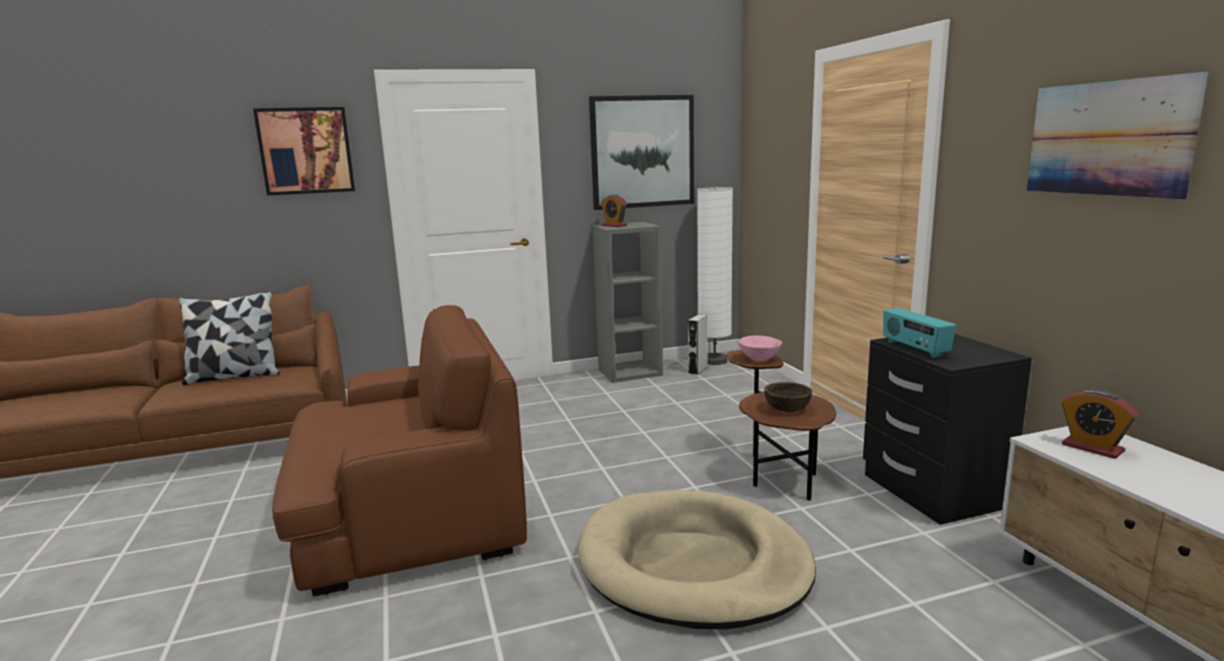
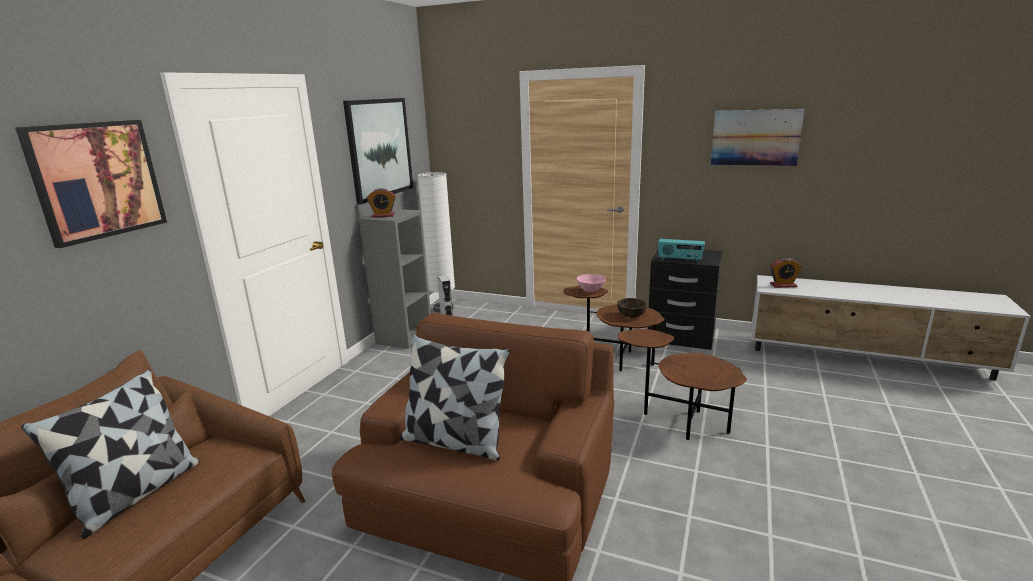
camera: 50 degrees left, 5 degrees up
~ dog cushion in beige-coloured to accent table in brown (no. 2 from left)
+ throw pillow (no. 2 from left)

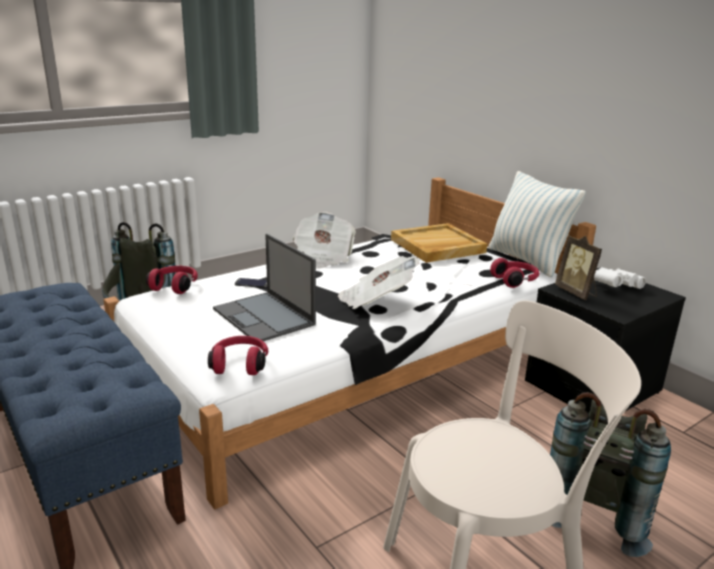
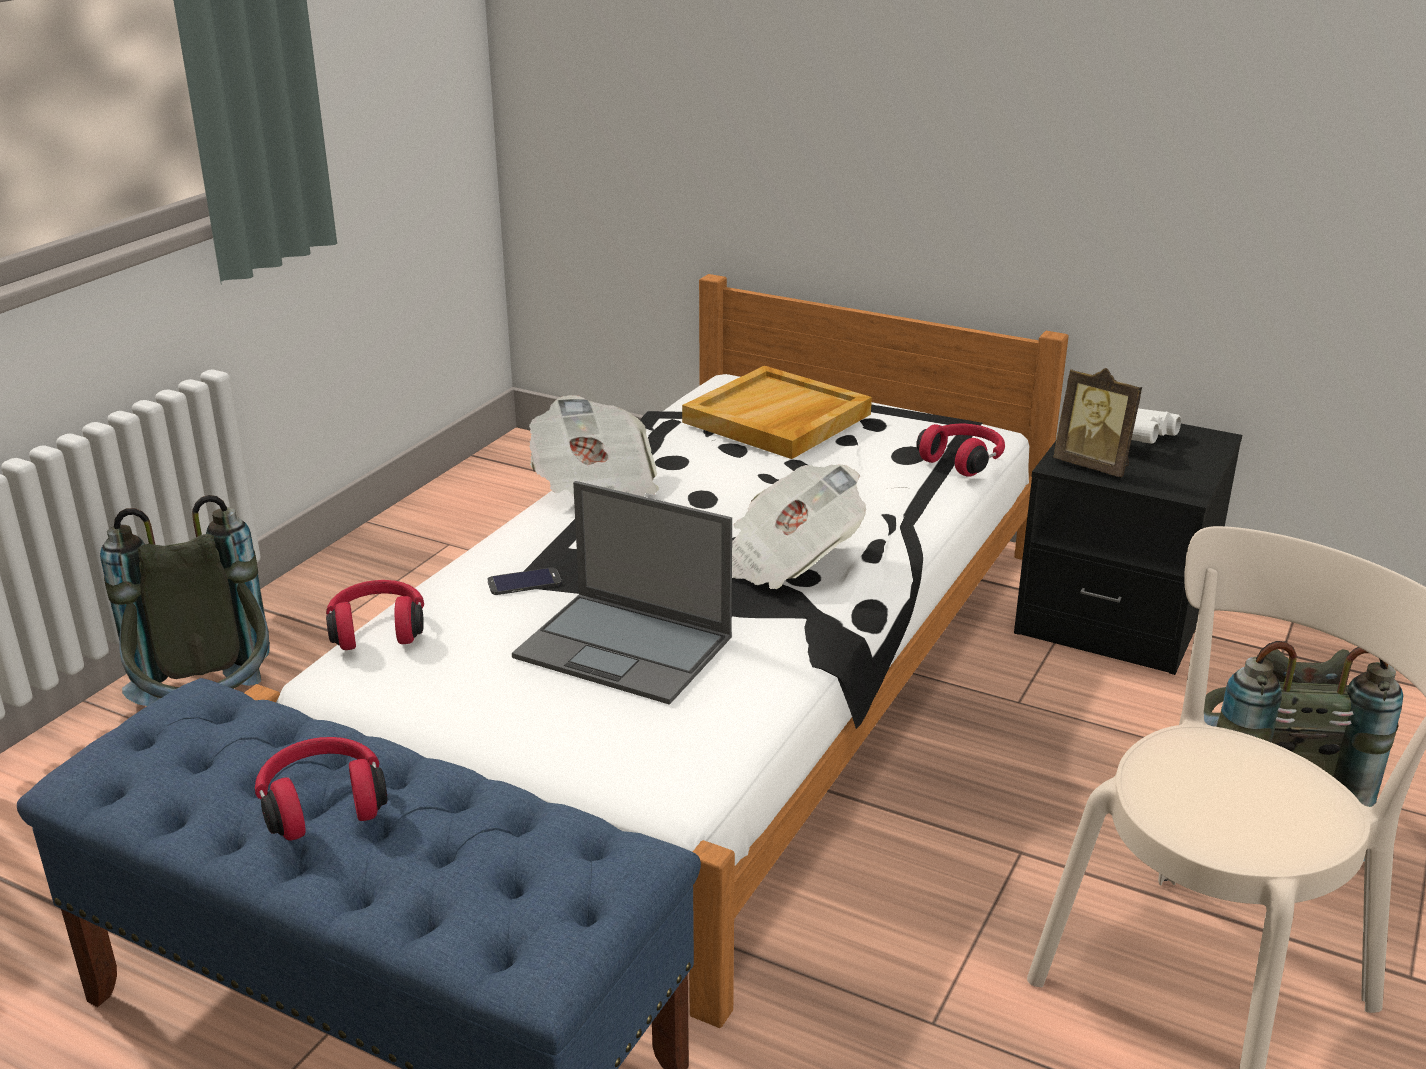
camera: 25 degrees left, 5 degrees up
- throw pillow
~ pair of headphones in reddish (no. 2 from left in the first image) to pair of headphones in reddish (no. 1 from left)

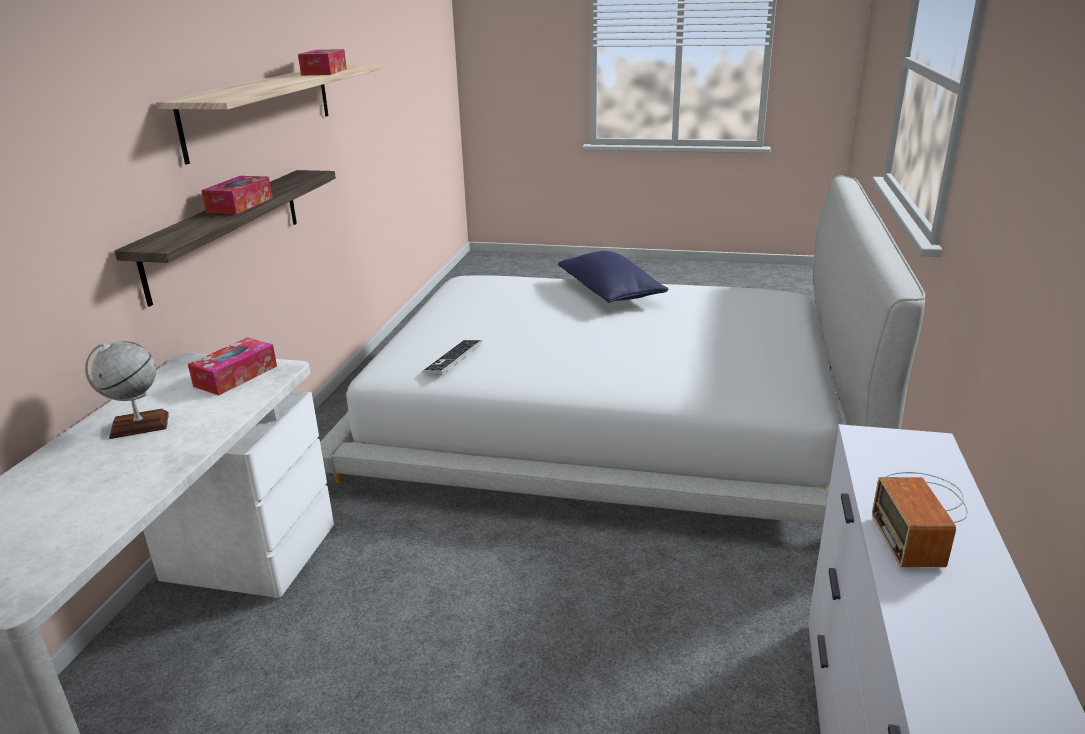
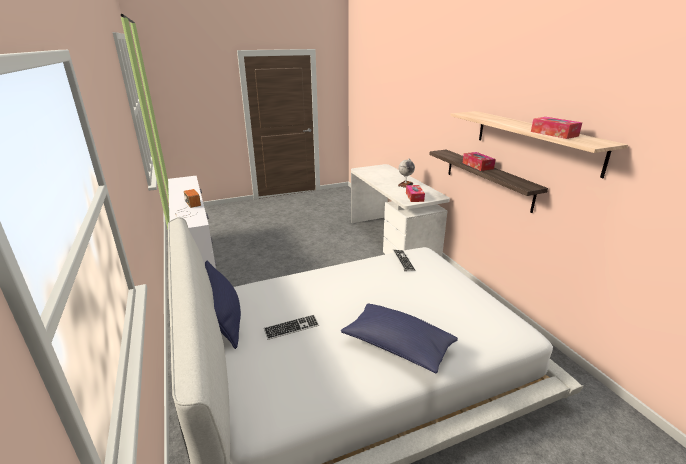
camera: 145 degrees right, 0 degrees up
+ throw pillow in bluish (no. 1 from left)
+ keyboard (no. 1 from left)

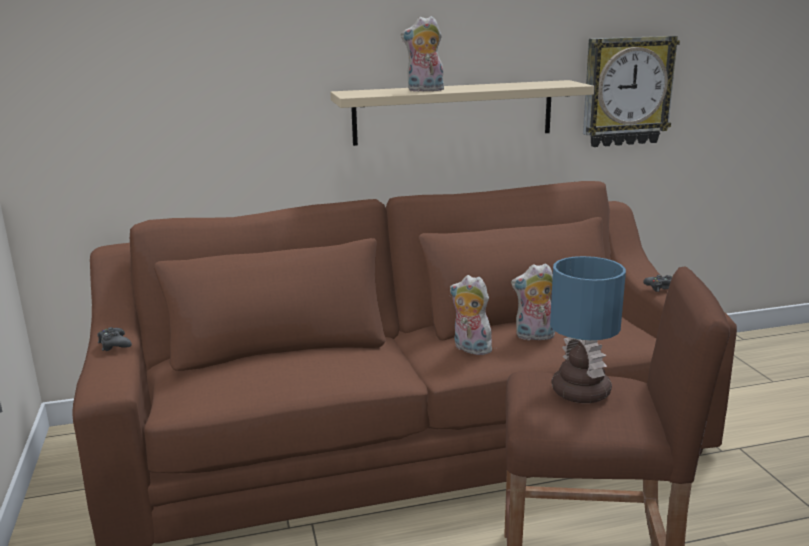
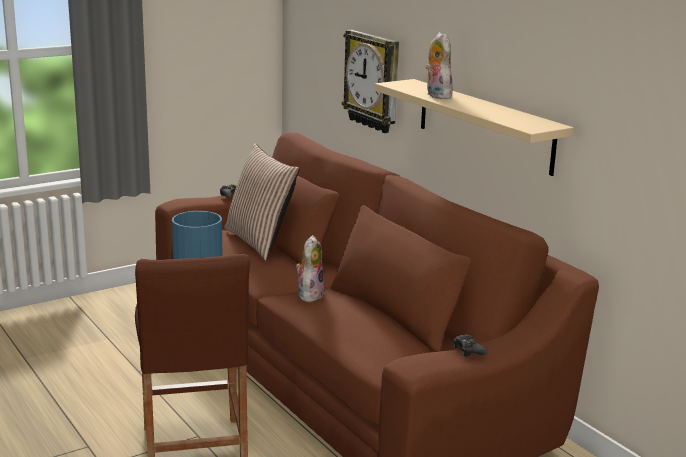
camera: 70 degrees right, 0 degrees up
~ clock on the wall
- plush toy (no. 3 from left)
+ throw pillow

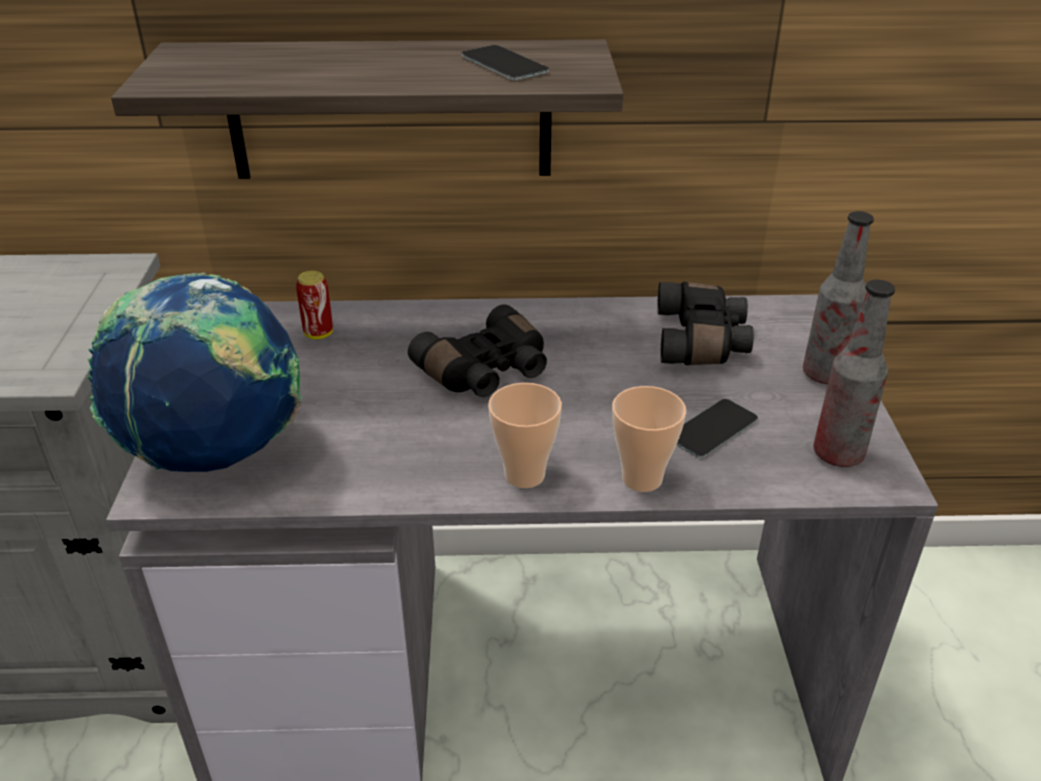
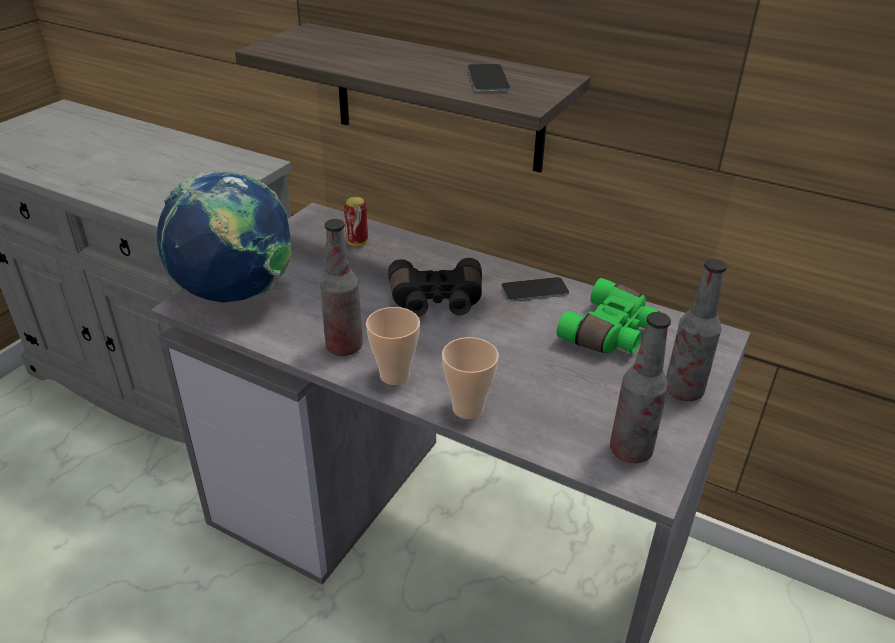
camera: 30 degrees right, 0 degrees up
~ field glasses in black (no. 2 from left) to field glasses in green
~ handset (no. 2 from left)
+ beverage bottle (no. 1 from left)

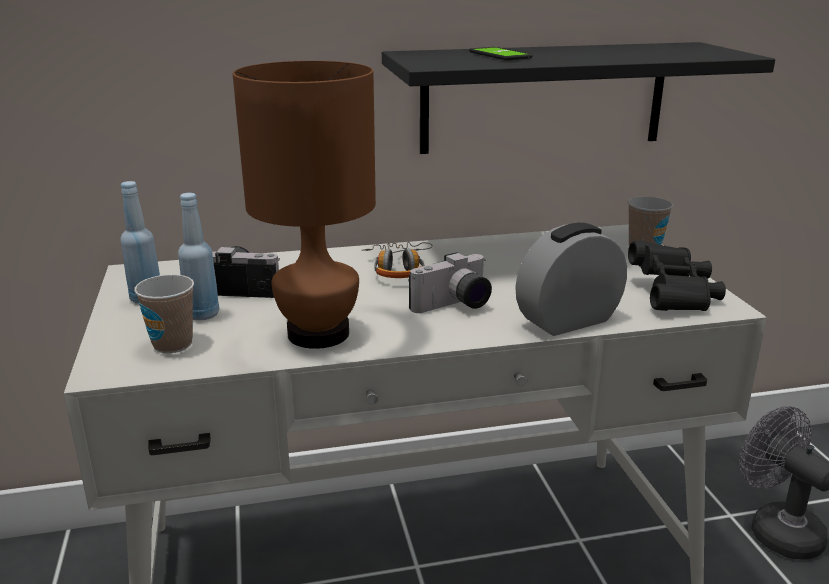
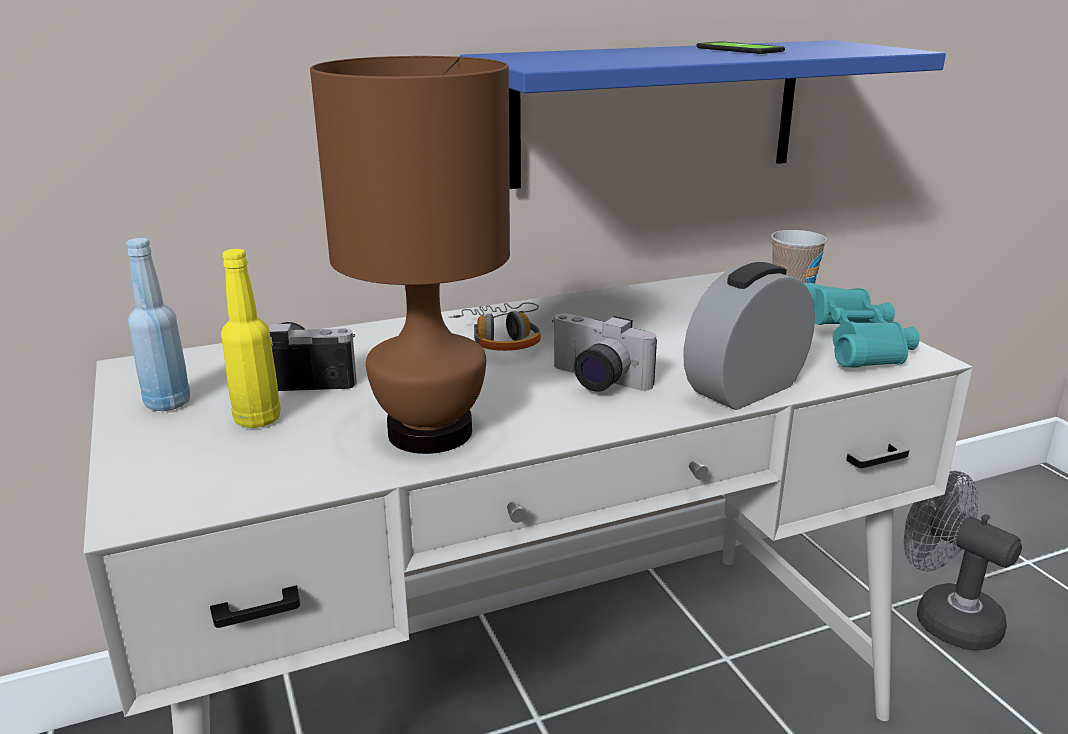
camera: 10 degrees left, 0 degrees up
~ bracket shelf in black to bracket shelf in bluish
~ handset
~ beverage bottle in bluish (no. 2 from left) to beverage bottle in yellowish
~ field glasses in black to field glasses in turquoise-coloured
~ still camera (no. 2 from left) 75 degrees clockwise
- cup (no. 1 from left)

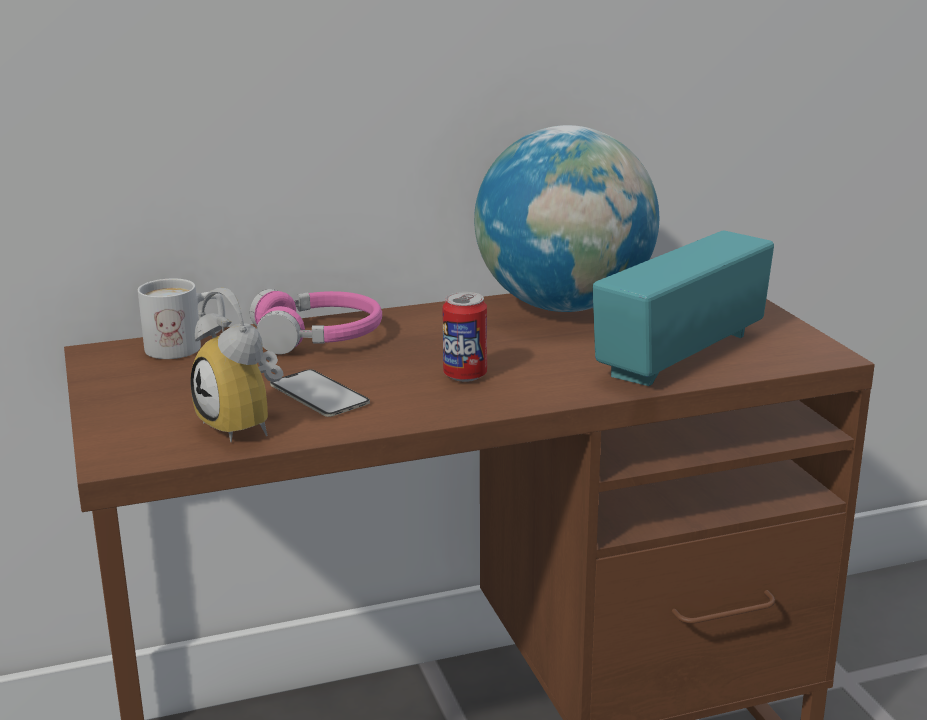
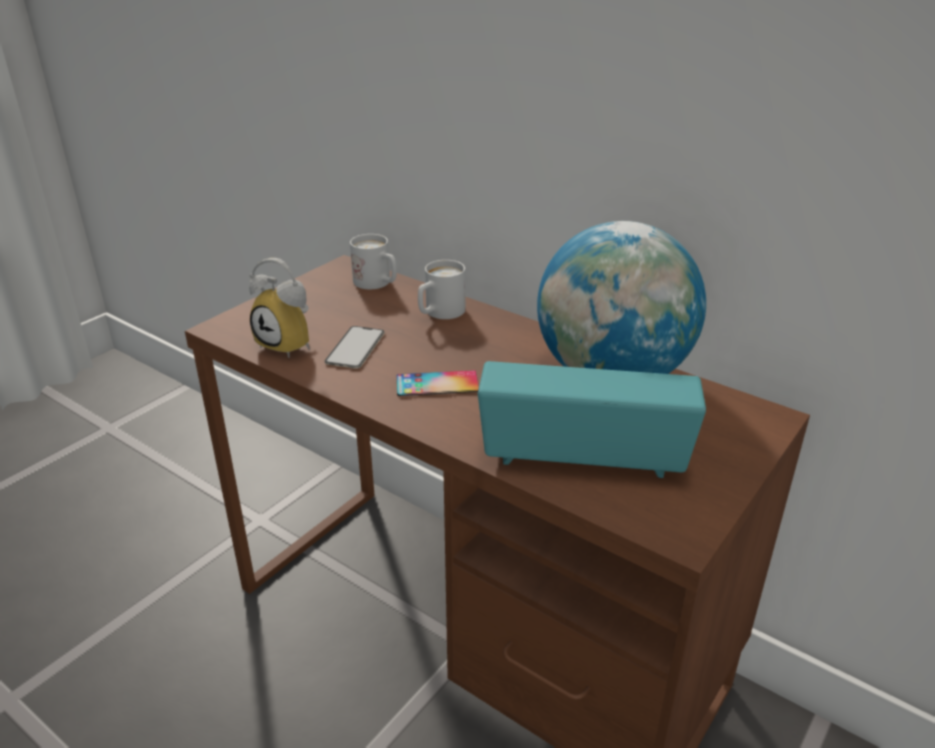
camera: 55 degrees right, 10 degrees up
~ table clock 75 degrees counterclockwise
~ pair of headphones in pink to mug in white-coloured (no. 2 from left)
~ can to handset (no. 2 from left)

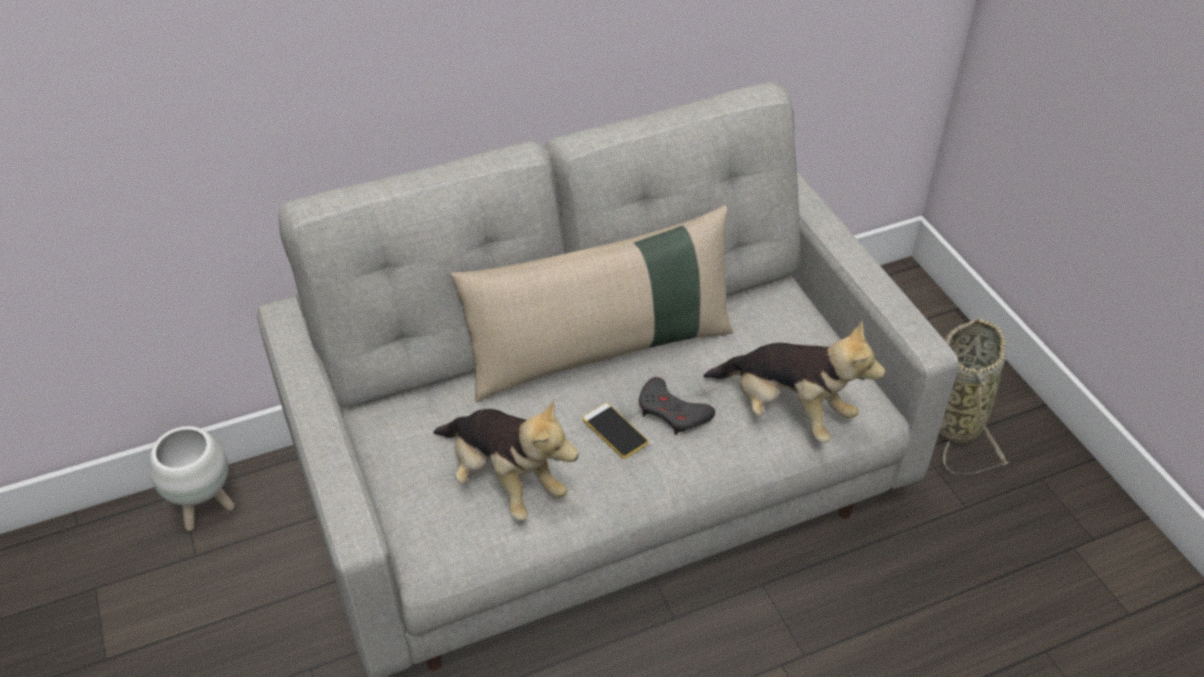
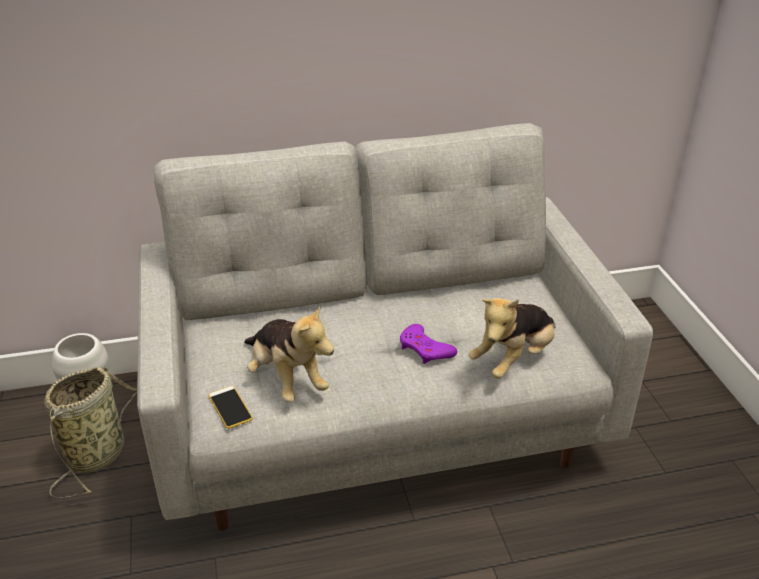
camera: 10 degrees right, 10 degrees down
- throw pillow in beige-coloured
~ household basket
~ plush toy (no. 2 from left) 90 degrees clockwise
~ gamepad in grey to gamepad in purple-coloured
~ handset

